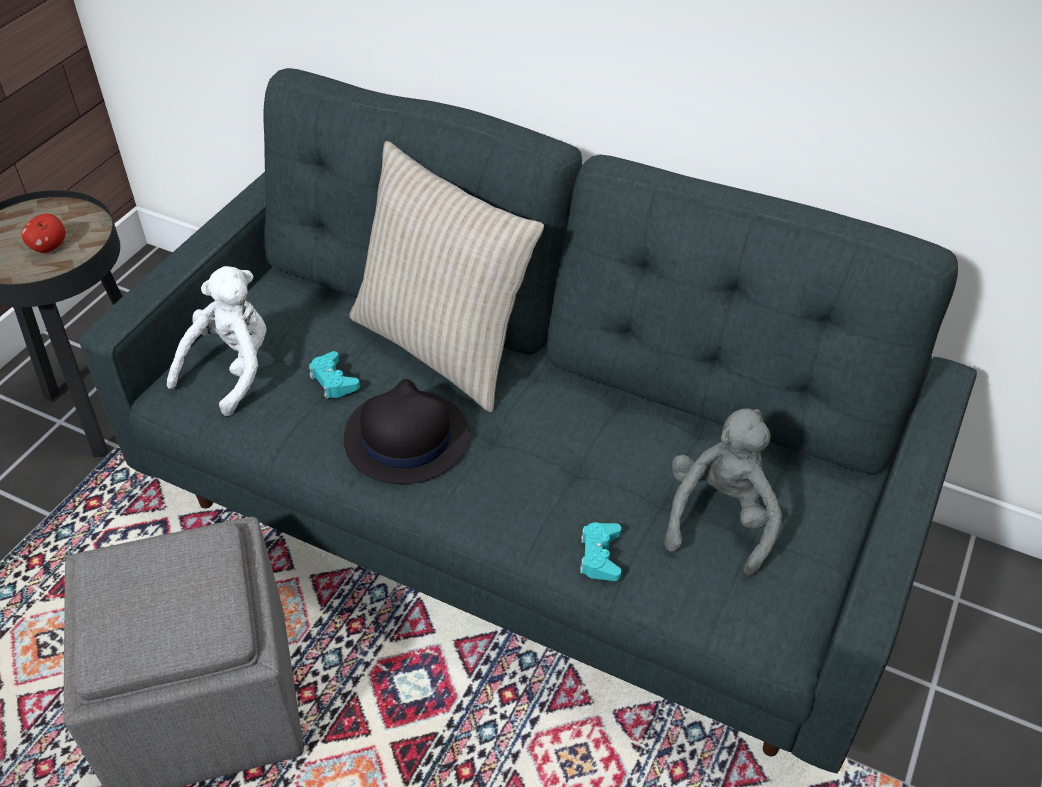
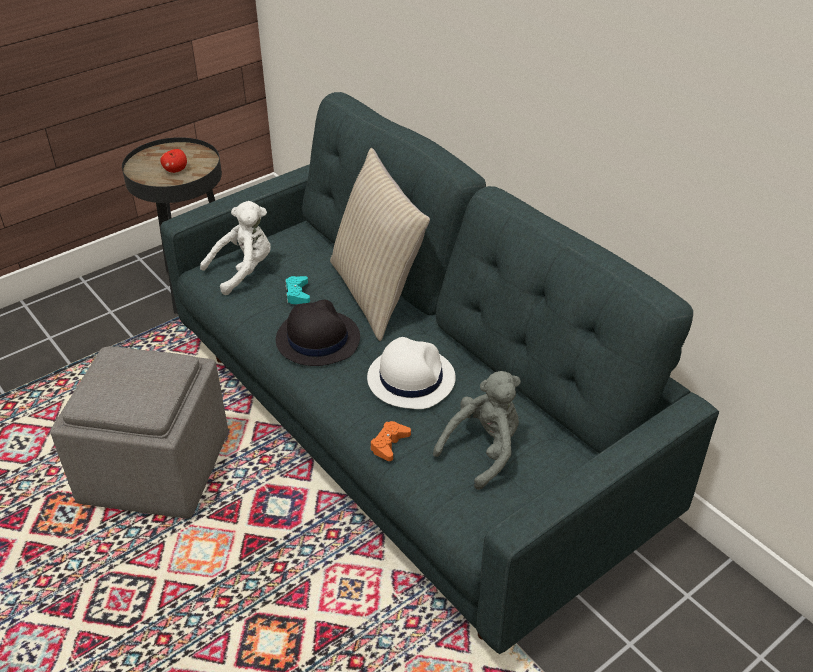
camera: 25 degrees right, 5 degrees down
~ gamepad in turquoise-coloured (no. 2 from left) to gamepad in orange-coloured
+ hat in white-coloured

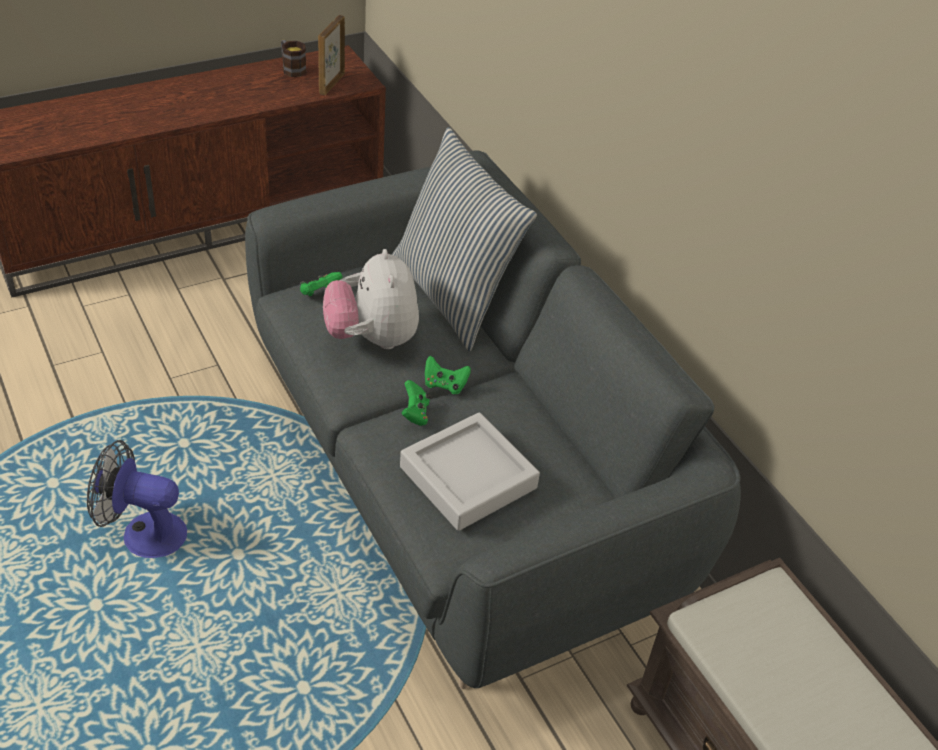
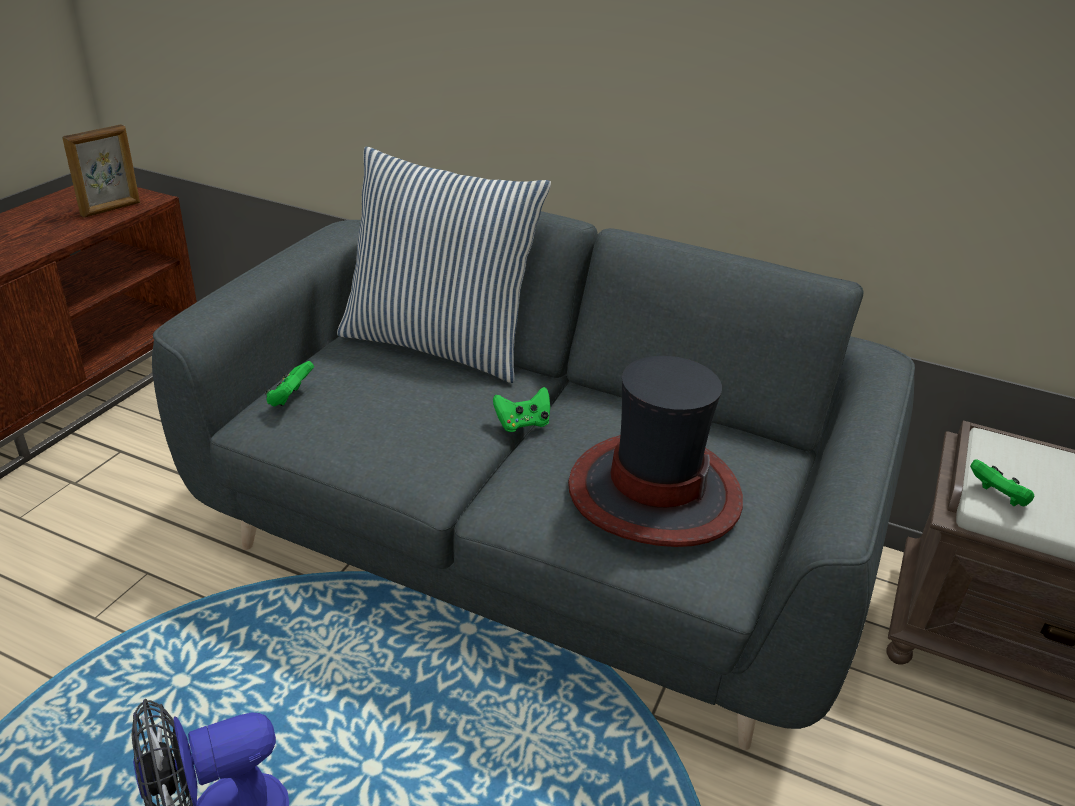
camera: 35 degrees left, 10 degrees down
~ standing frame 120 degrees counterclockwise
- mug
- plush toy
~ gamepad in green (no. 2 from left in the first image) to gamepad in green (no. 3 from left)
~ serving tray in grey to hat

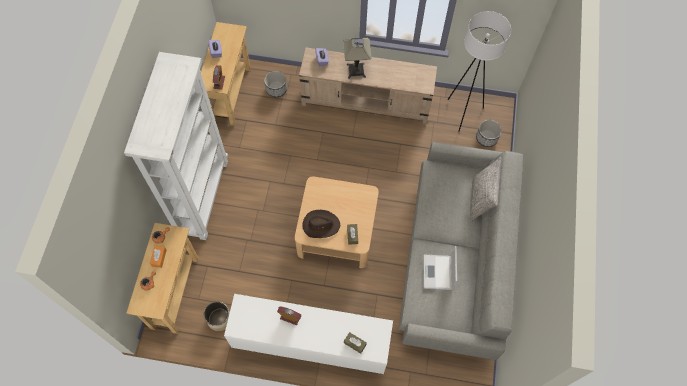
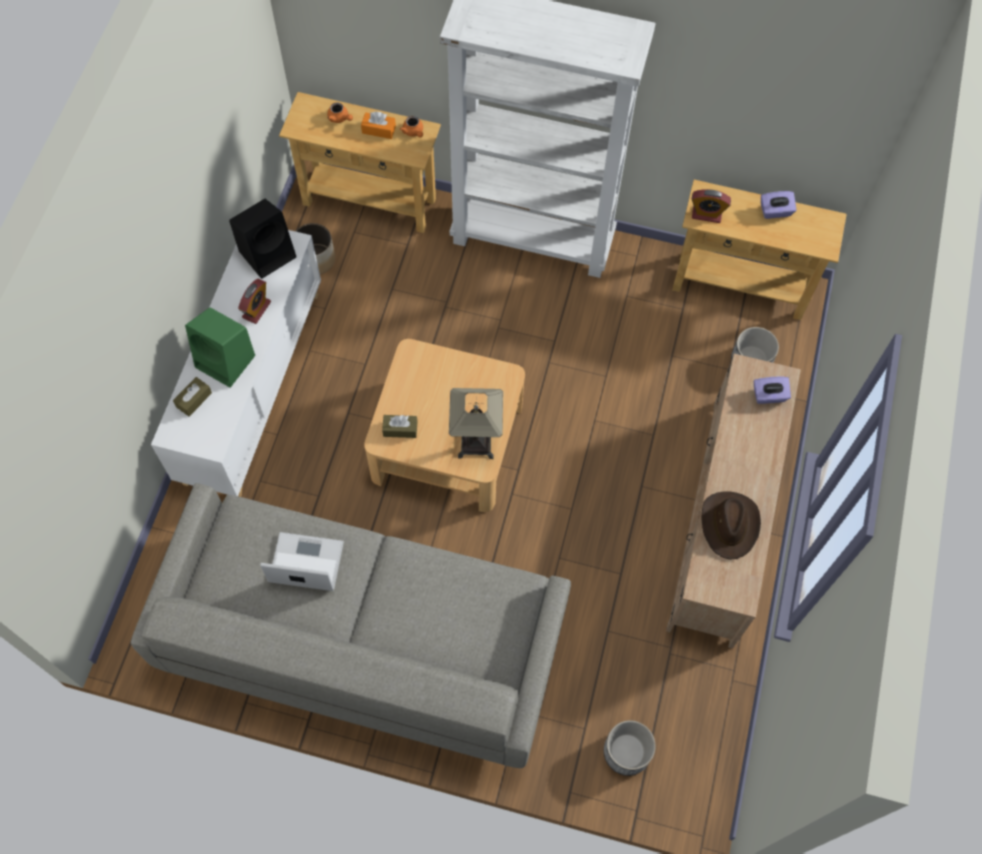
camera: 95 degrees right, 0 degrees up
- standard lamp in white-coloured
~ table lamp
- throw pillow in grey
~ hat in brown
+ speaker in black
+ speaker in green

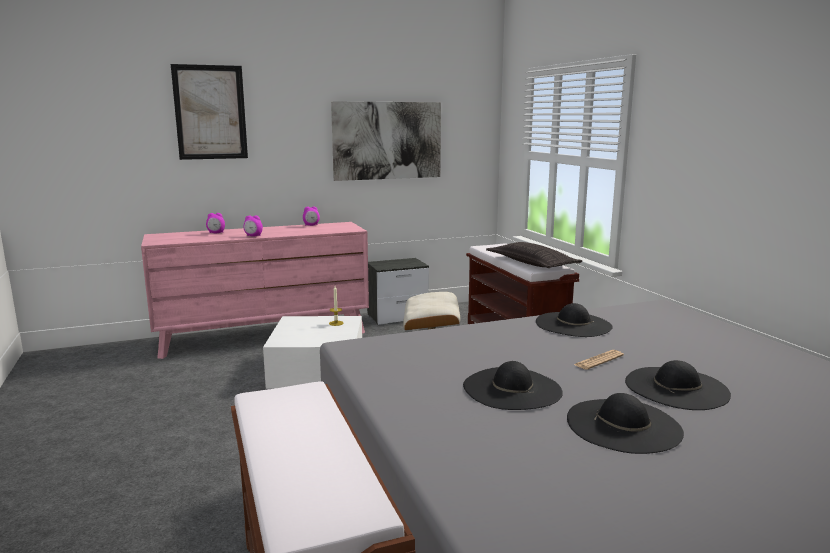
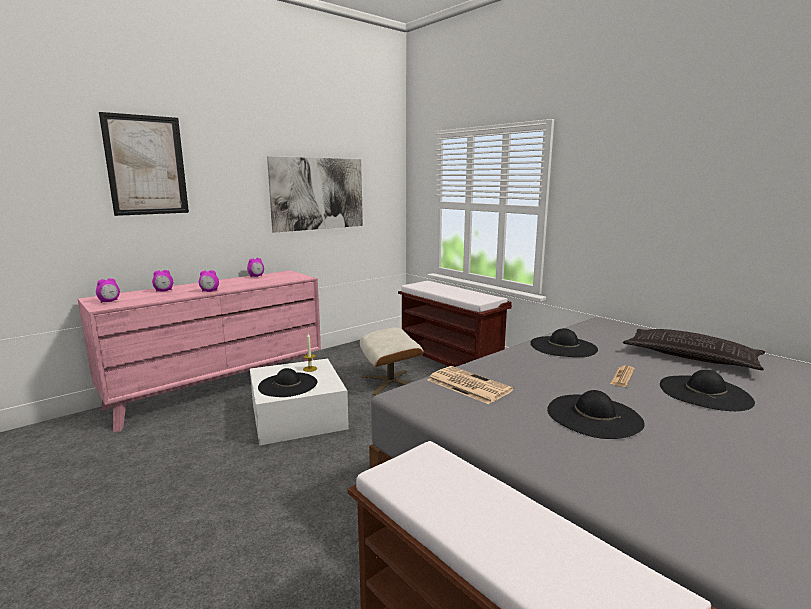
camera: 20 degrees left, 0 degrees up
~ throw pillow
- night table
~ hat in black (no. 3 from left in the first image) to hat in black (no. 1 from left)
+ table clock (no. 1 from left)
+ daily paper (no. 1 from left)

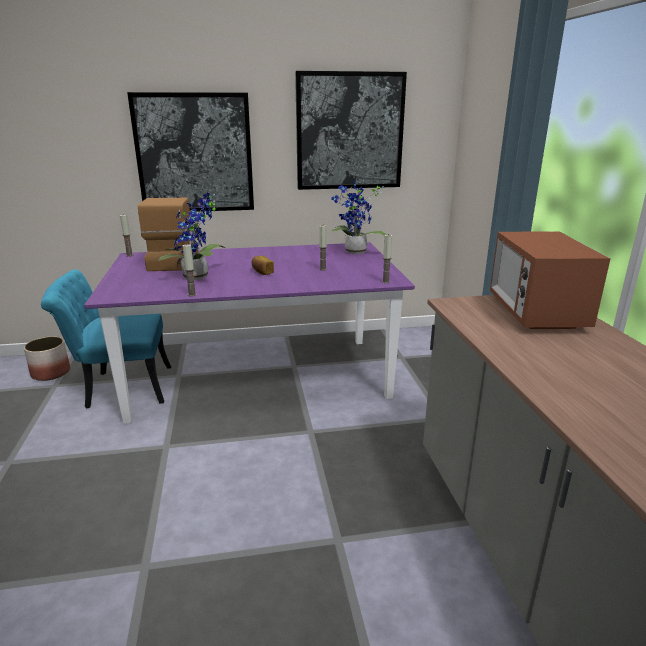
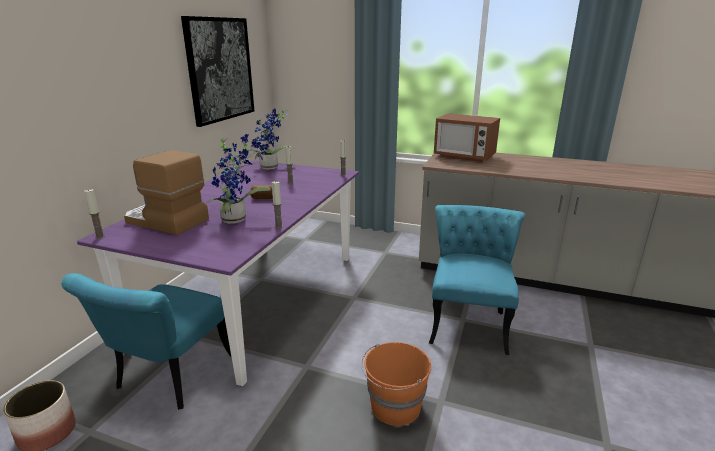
camera: 60 degrees left, 0 degrees up
- wall picture (no. 1 from left)
+ plain chair in turquoise-coloured (no. 2 from left)
+ water bucket in orange-coloured

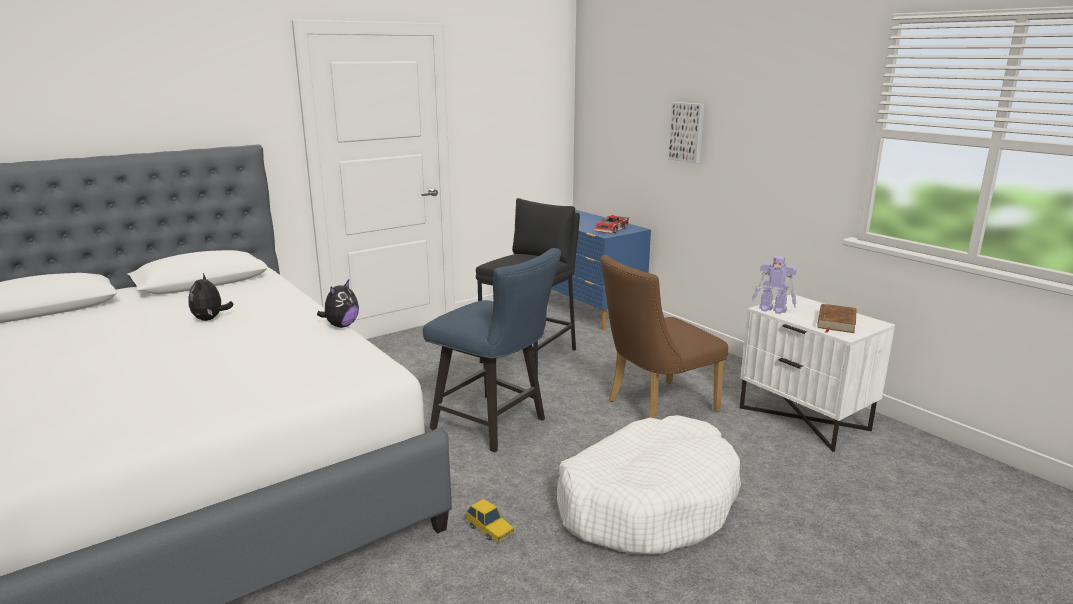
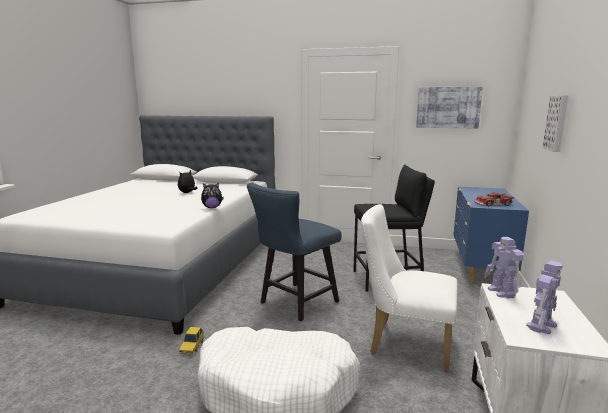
camera: 50 degrees right, 5 degrees down
~ plain chair in bluish 45 degrees clockwise
~ plain chair in brown to plain chair in white-coloured
~ book in brown to toy robot (no. 2 from left)
+ wall picture (no. 1 from left)

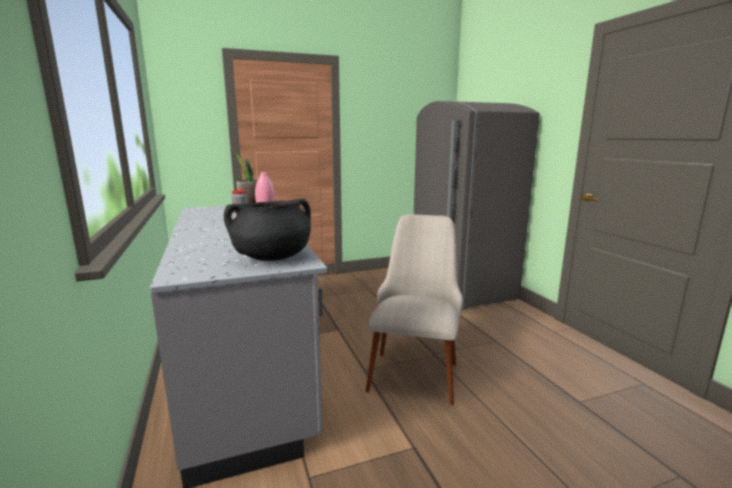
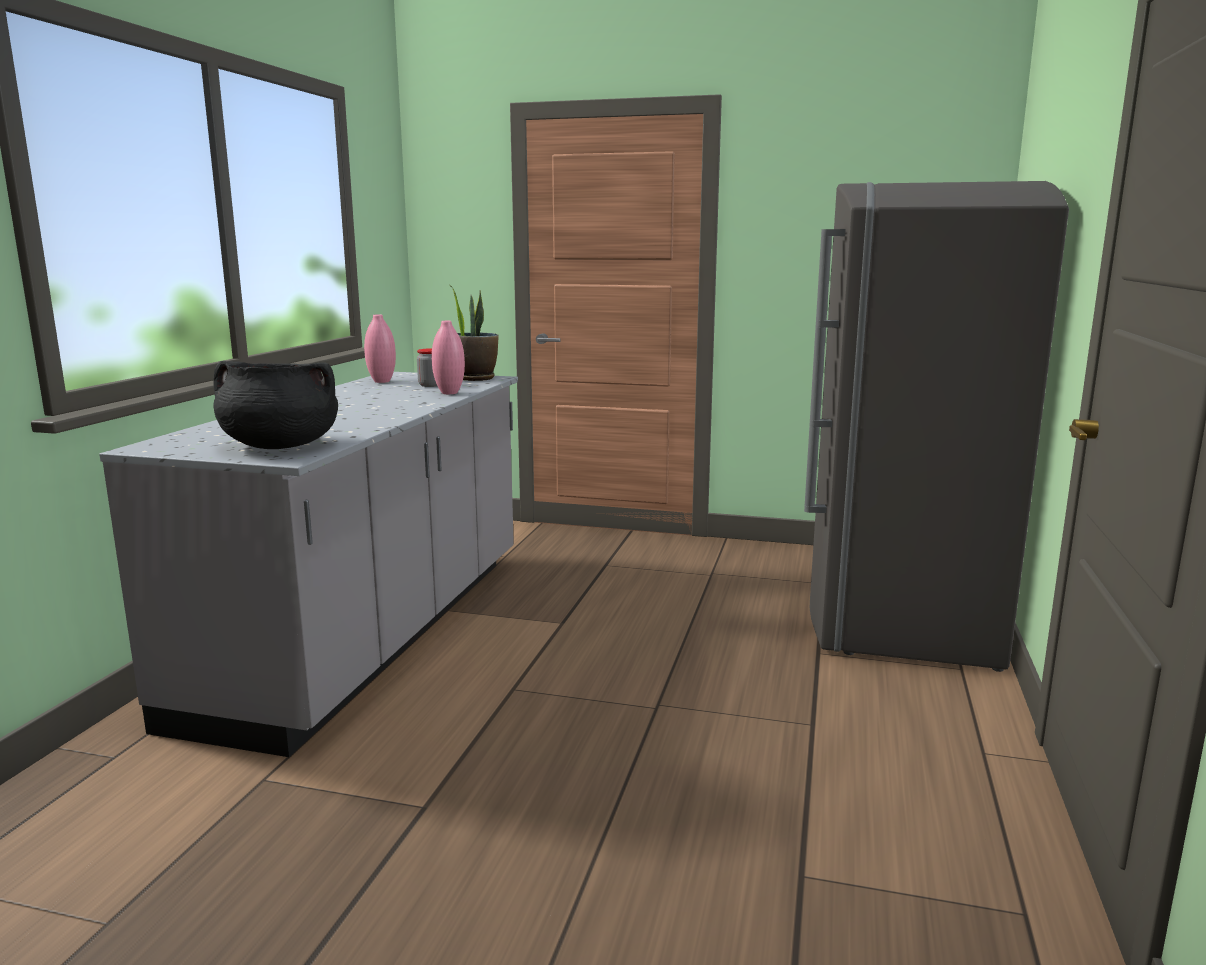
camera: 35 degrees right, 0 degrees up
- plain chair in beige-coloured
+ vase in pink (no. 1 from left)

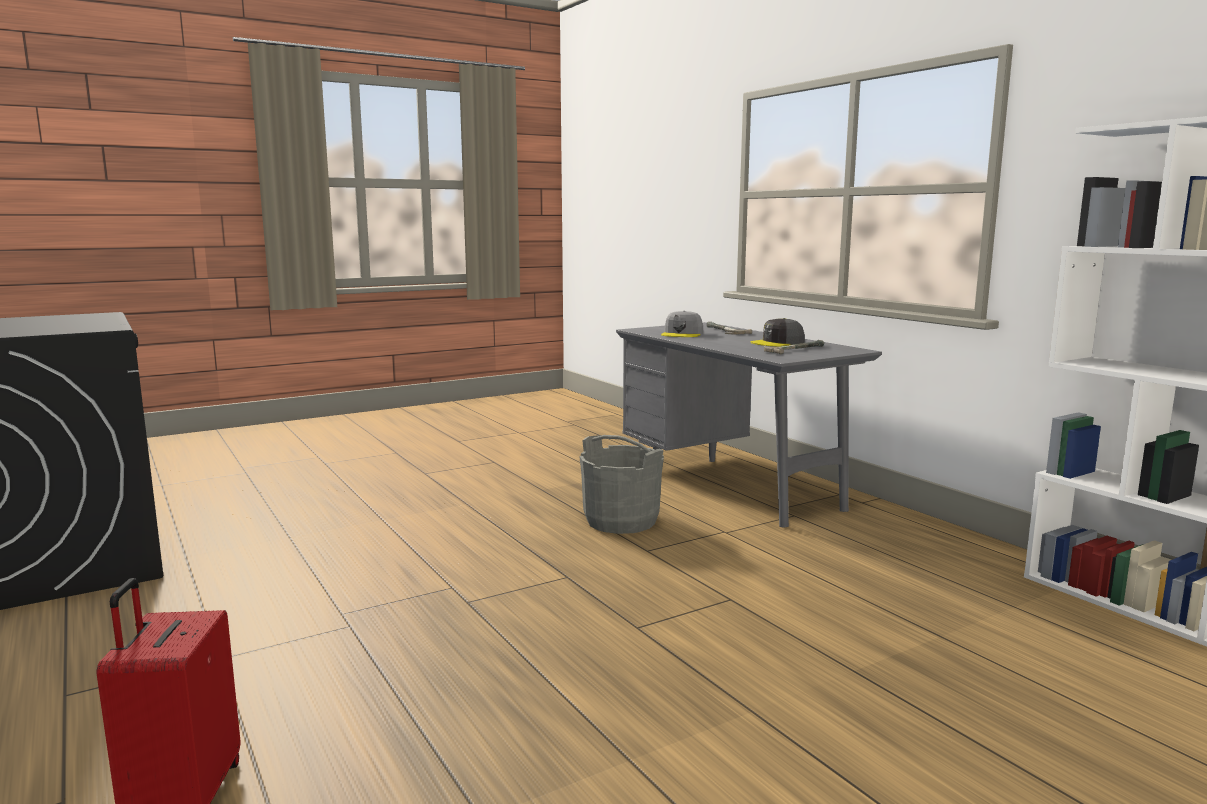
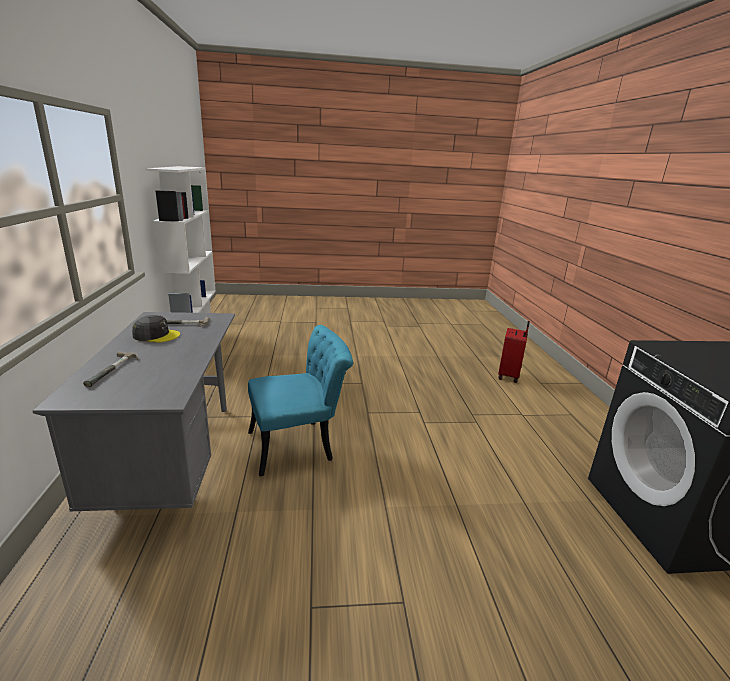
camera: 155 degrees left, 10 degrees up
- baseball cap in grey (no. 1 from left)
~ water bucket in grey to plain chair in turquoise-coloured

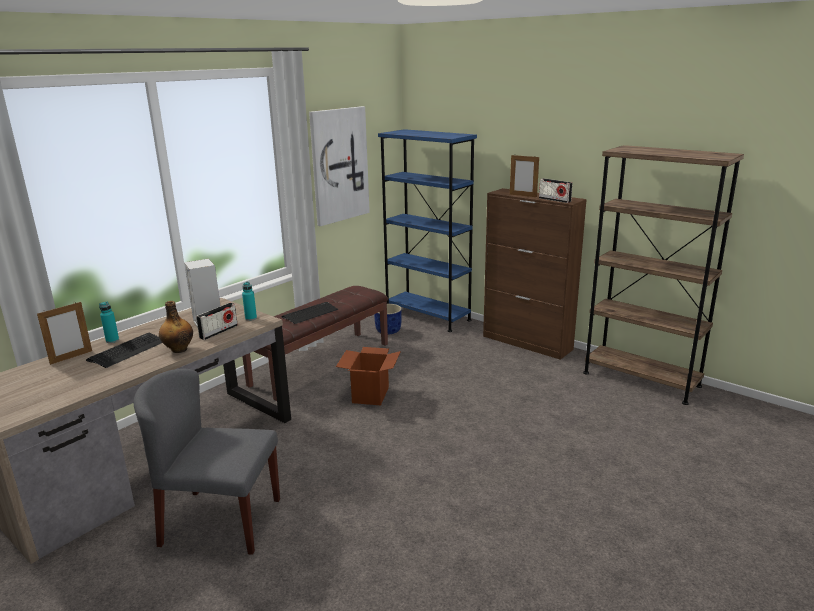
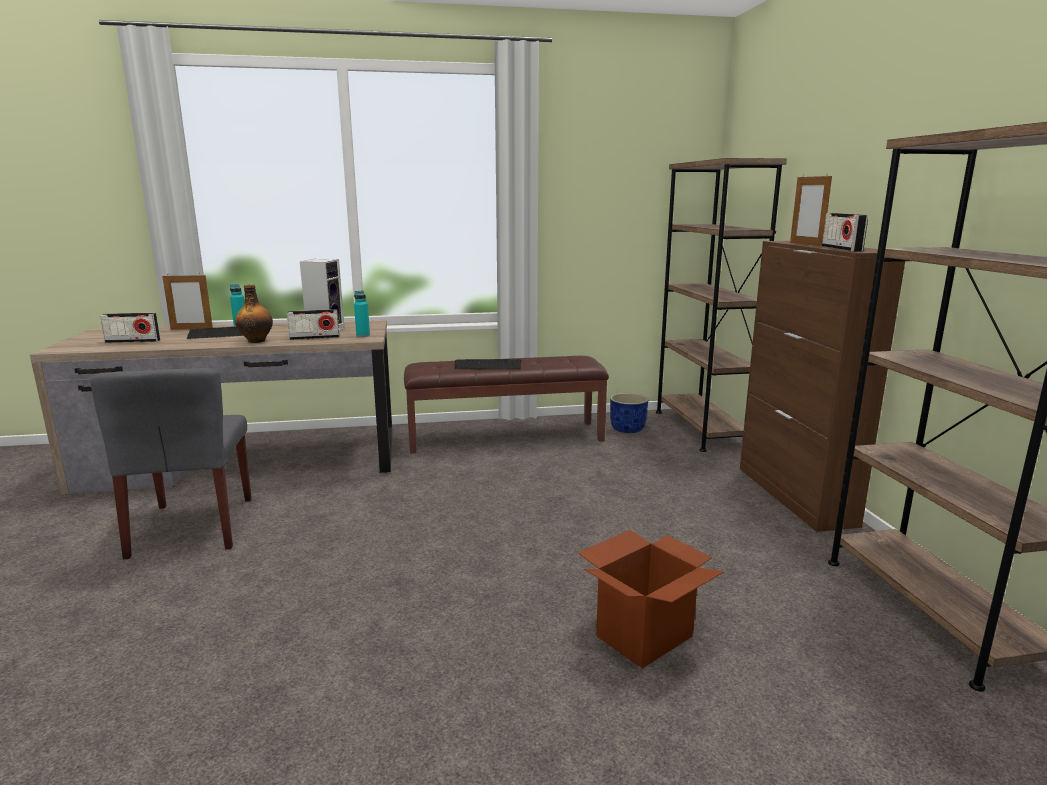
camera: 40 degrees right, 5 degrees down
- wall picture
~ bookshelf in bluish to bookshelf in brown (no. 1 from left)
~ cardboard box
~ plain chair in grey 150 degrees counterclockwise
+ radio receiver (no. 1 from left)

